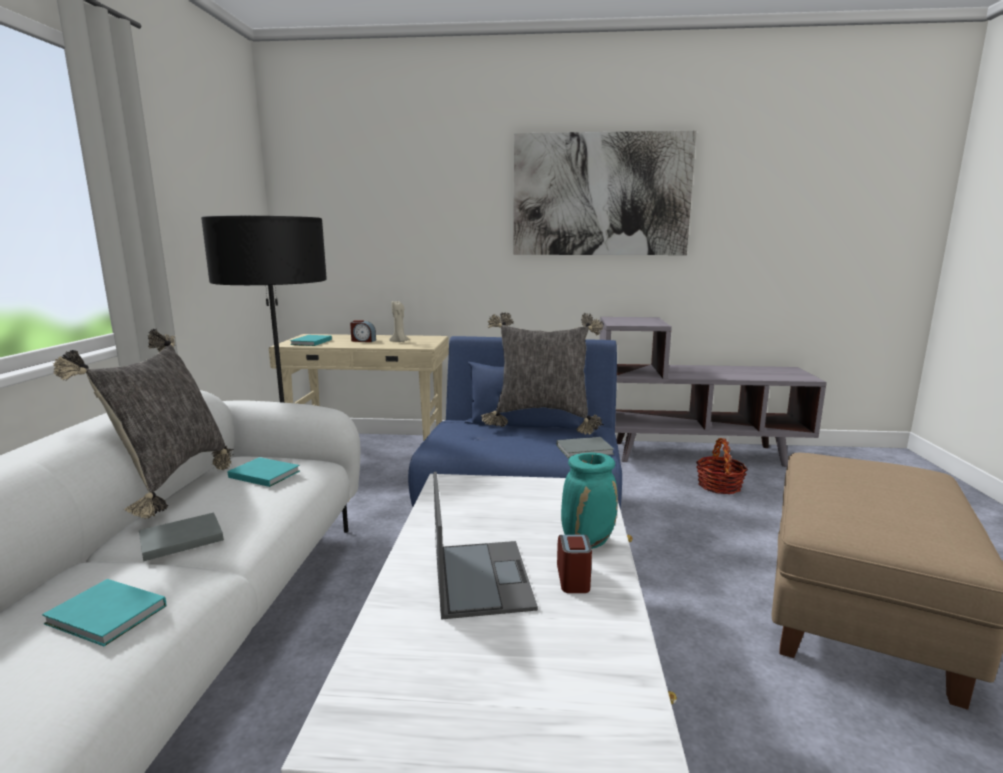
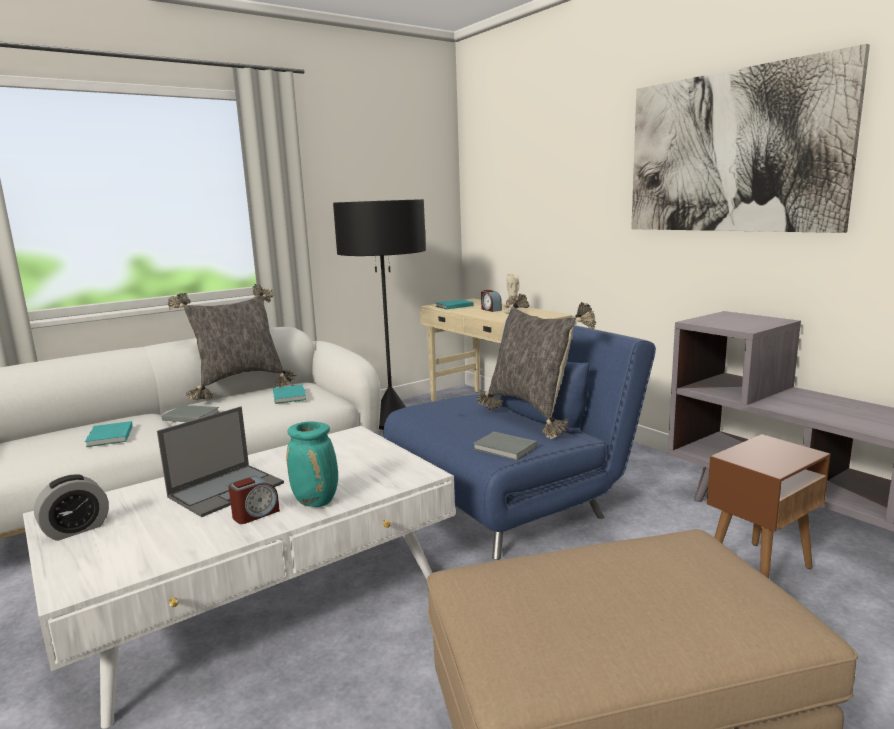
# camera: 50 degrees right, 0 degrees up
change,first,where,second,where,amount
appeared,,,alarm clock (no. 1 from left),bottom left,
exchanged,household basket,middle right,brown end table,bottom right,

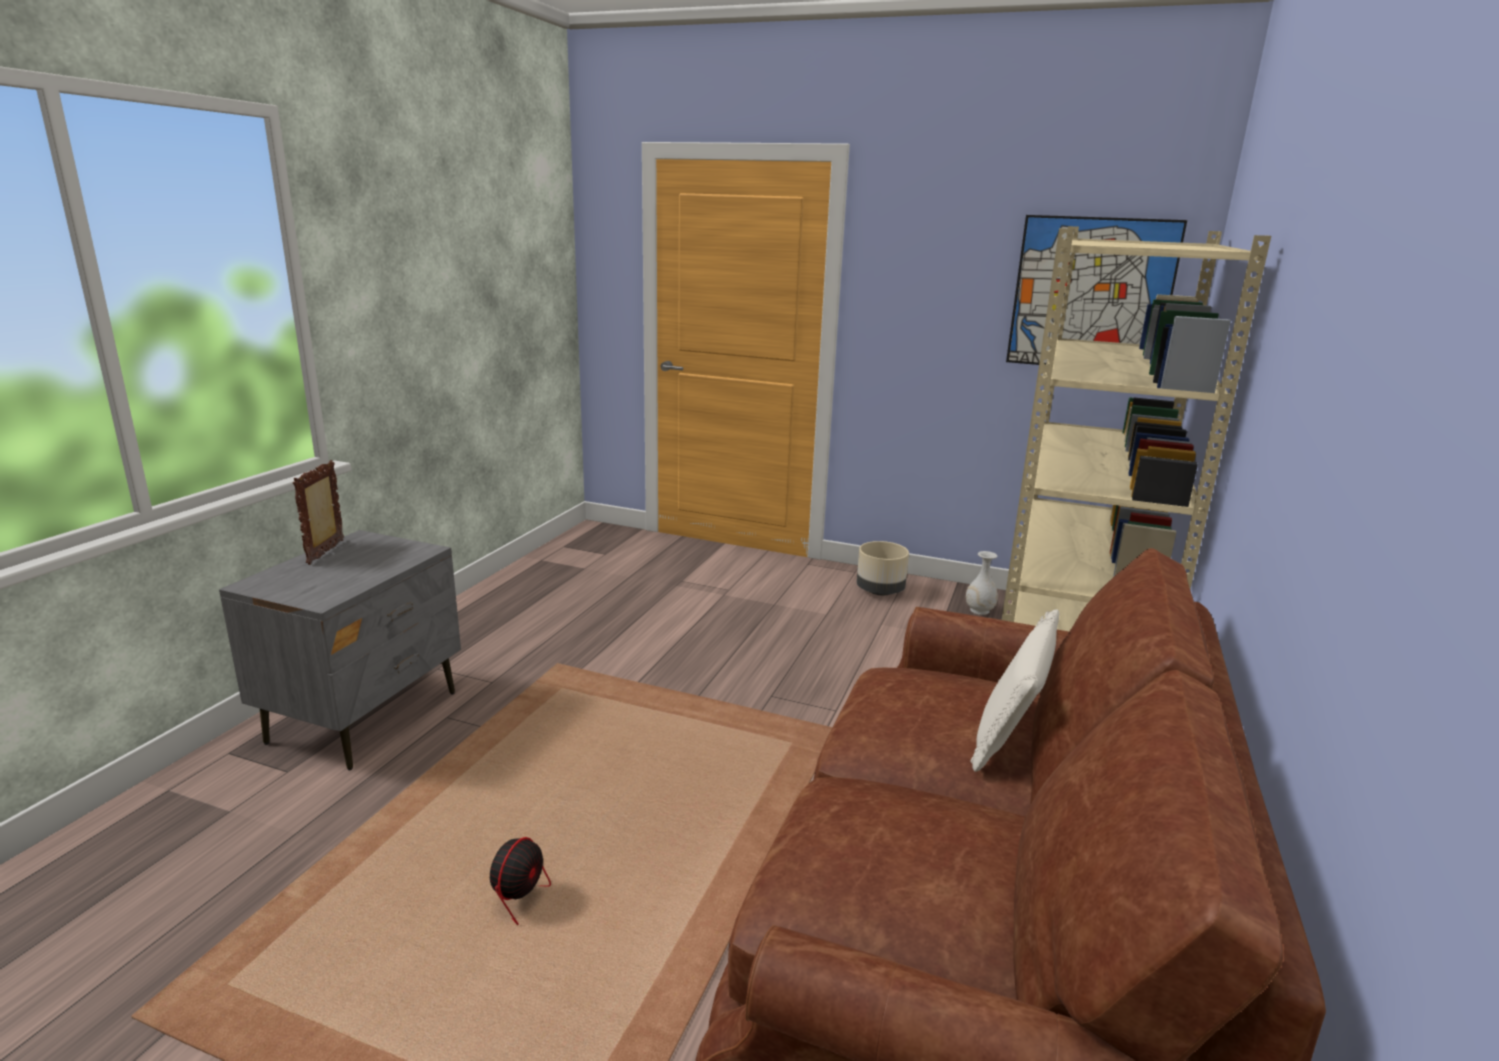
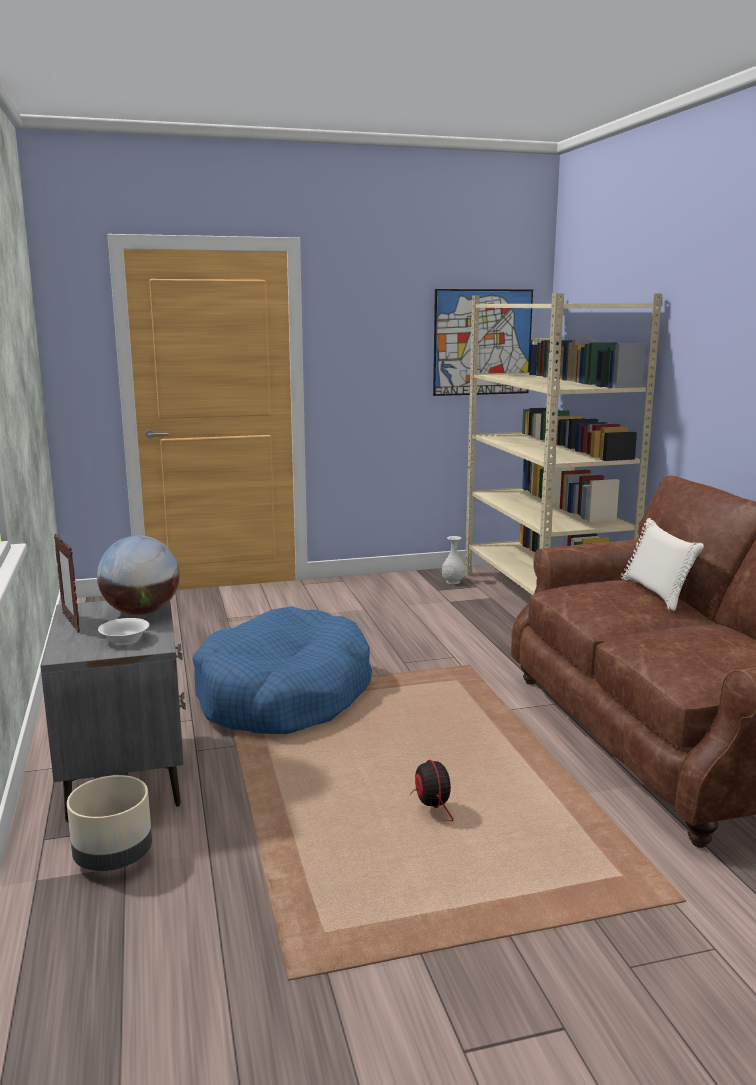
# camera: 35 degrees left, 5 degrees down
change,first,where,second,where,amount
relocated,beige-coloured flower pot,centre,,bottom left,
appeared,,,desk globe,middle left,
appeared,,,white serving bowl,middle left,
appeared,,,bluish dog cushion,centre,

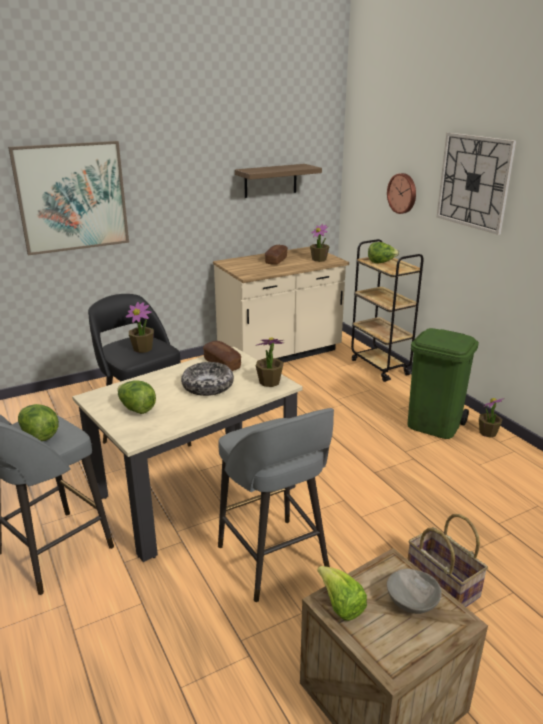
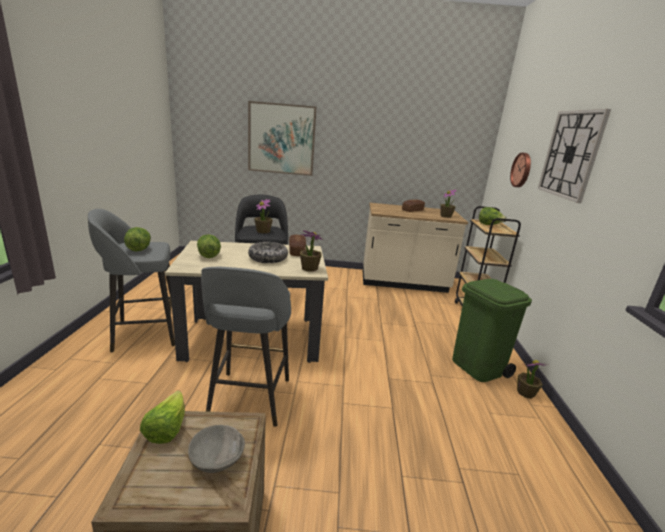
# camera: 30 degrees right, 5 degrees down
change,first,where,second,where,amount
missing,shelf,top centre,,,
missing,household basket,bottom right,,,

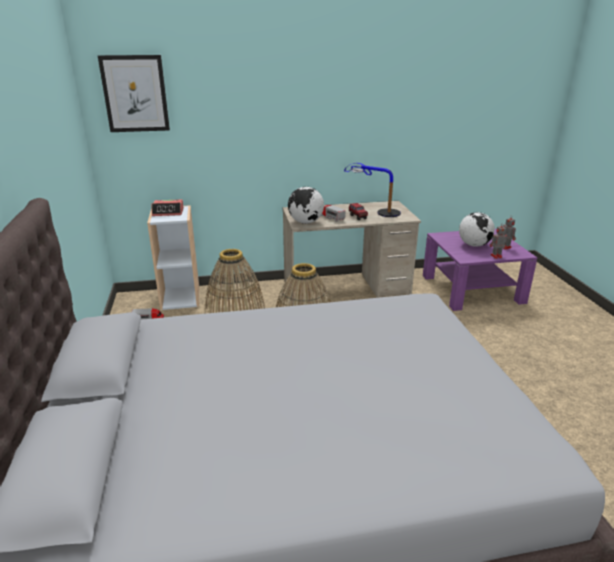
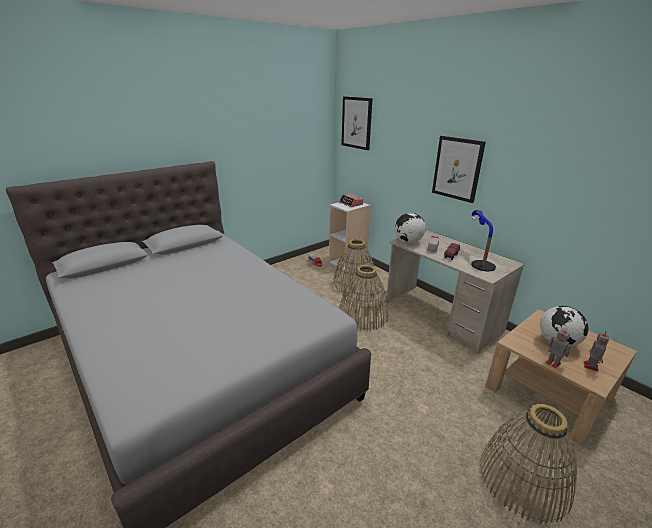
# camera: 60 degrees right, 0 degrees up
change,first,where,second,where,amount
appeared,,,wall art (no. 2 from left),top right,
appeared,,,household basket (no. 3 from left),bottom right,
colour,purple lounge table,middle right,brown lounge table,bottom right,

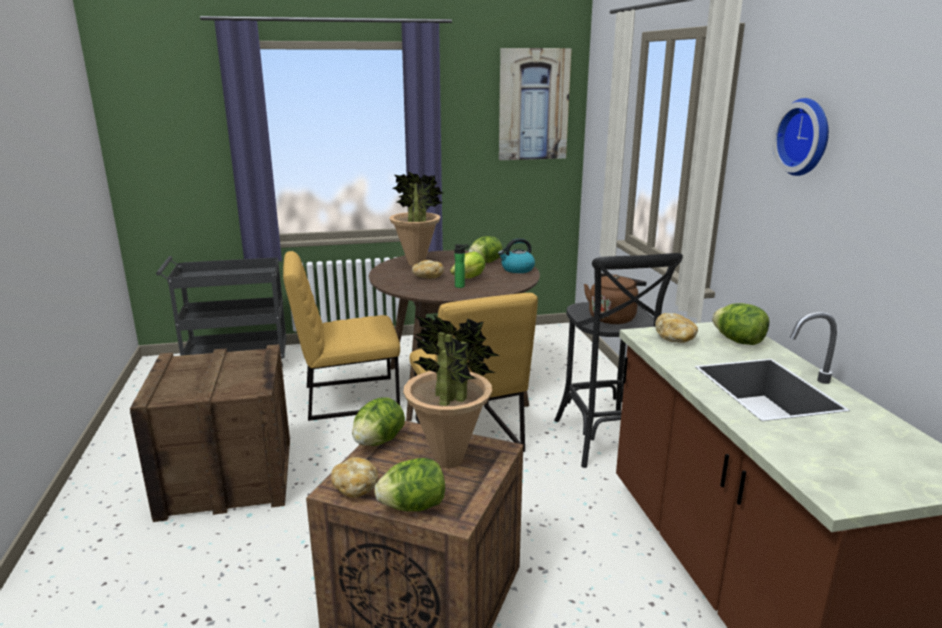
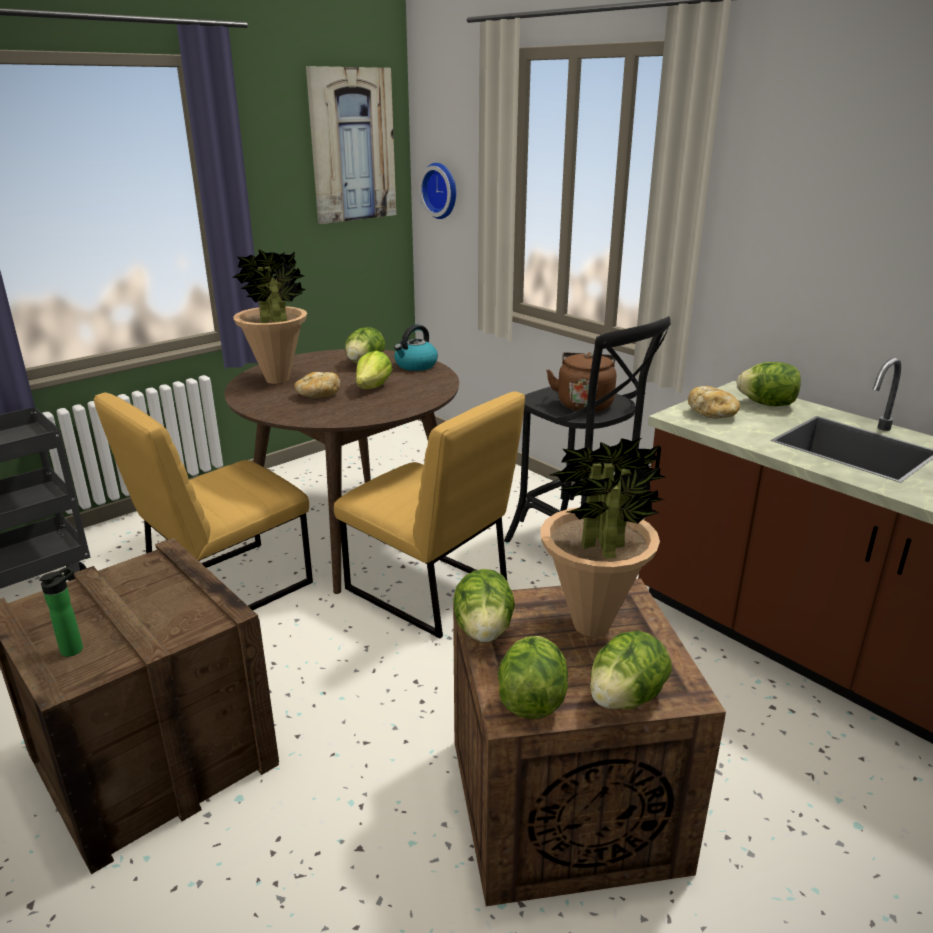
# camera: 30 degrees left, 5 degrees up
change,first,where,second,where,amount
relocated,drink bottle,centre,,middle left,
relocated,clock on the wall,top right,,top centre,
exchanged,baked bread (no. 1 from left),bottom centre,lettuce (no. 4 from left),bottom centre,

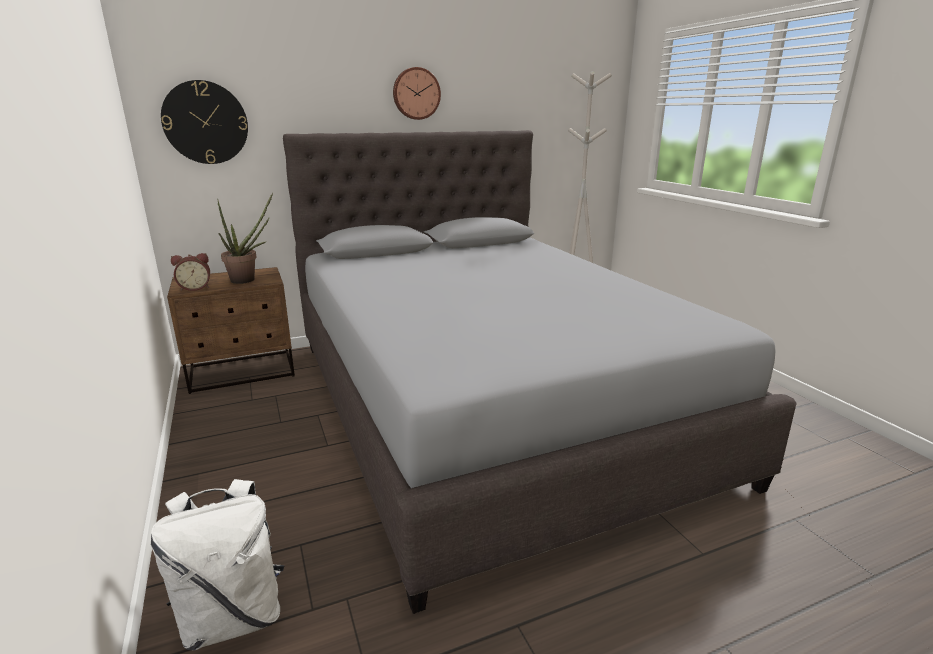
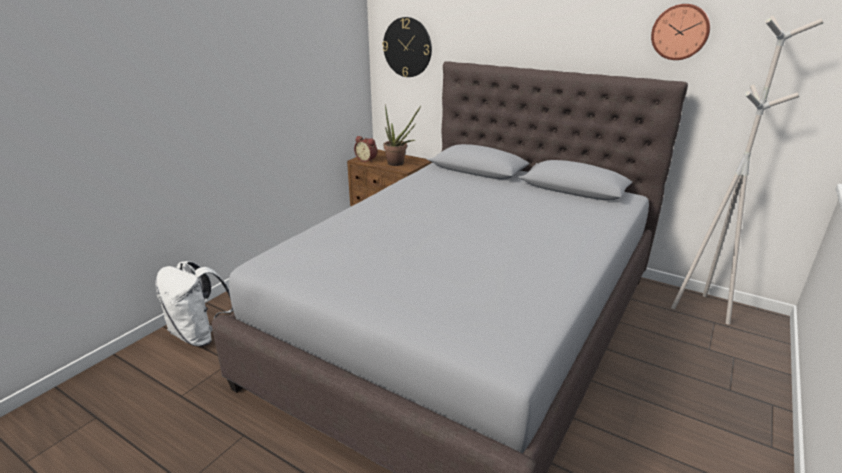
# camera: 55 degrees right, 5 degrees up
change,first,where,second,where,amount
relocated,clock on the wall (no. 2 from left),top centre,,top right,

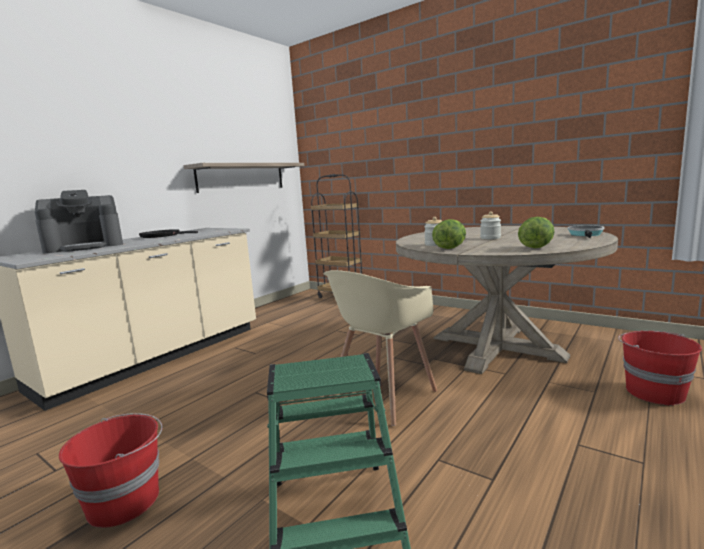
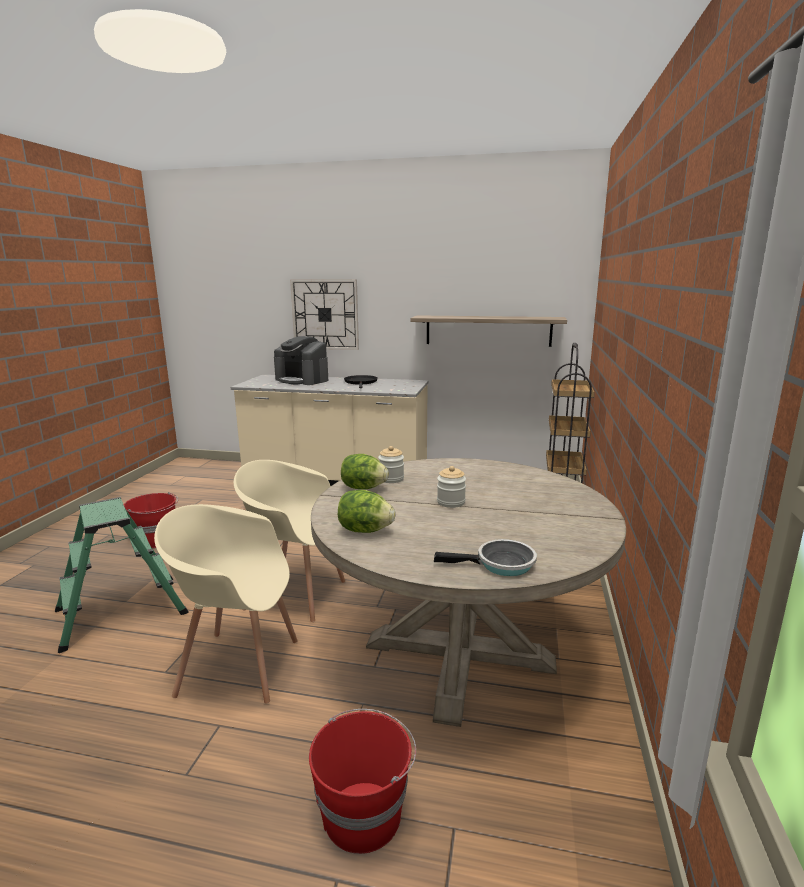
# camera: 65 degrees right, 5 degrees up
change,first,where,second,where,amount
appeared,,,beige-coloured upright chair (no. 1 from left),bottom left,
appeared,,,clock on the wall,centre,

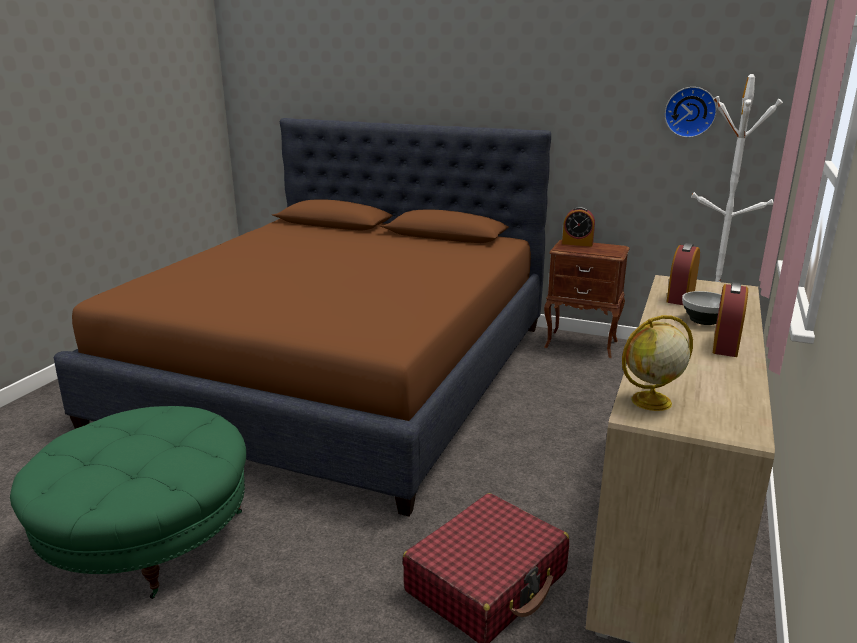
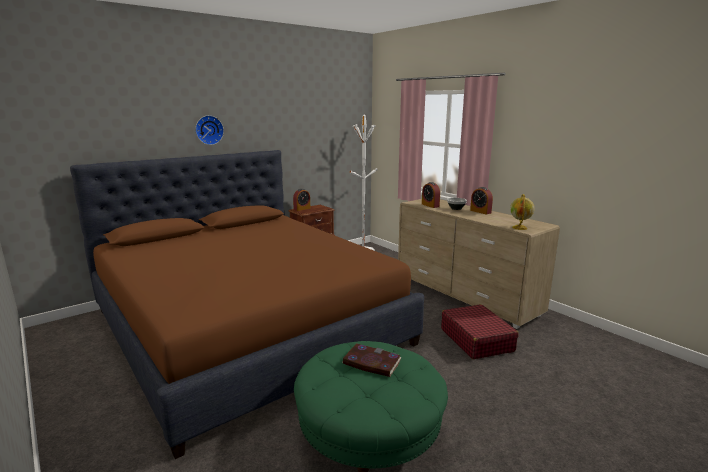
# camera: 60 degrees left, 5 degrees down
change,first,where,second,where,amount
relocated,clock on the wall,top right,,top left,
appeared,,,bound book,bottom centre,

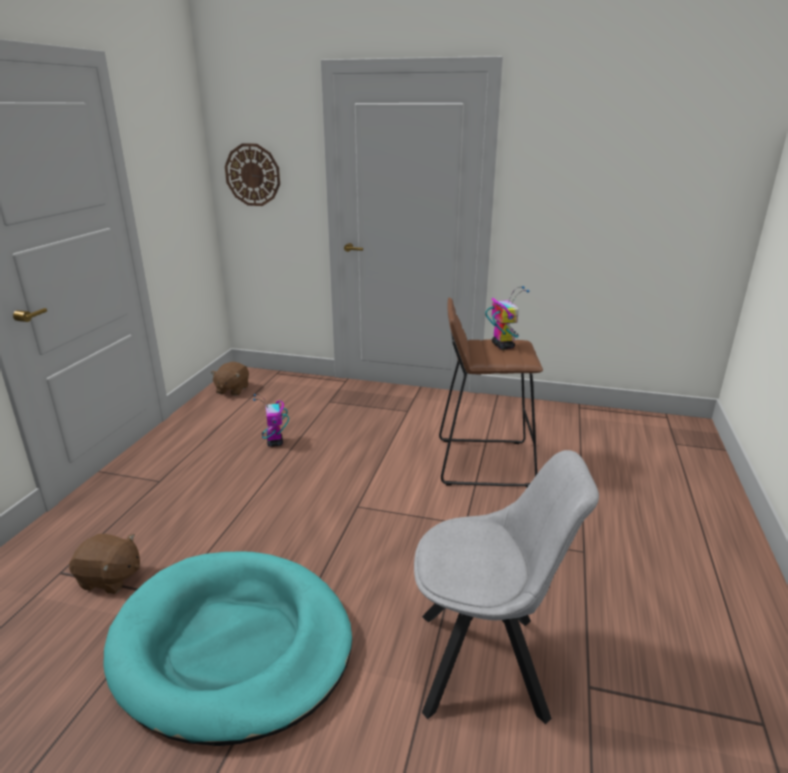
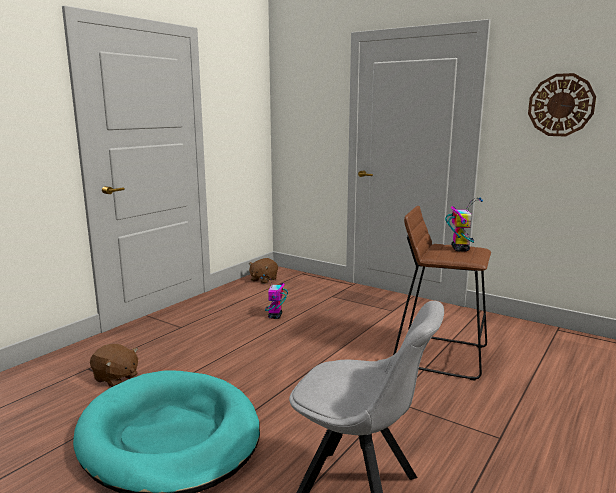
# camera: 20 degrees right, 10 degrees down
change,first,where,second,where,amount
relocated,clock on the wall,top left,,top right,

